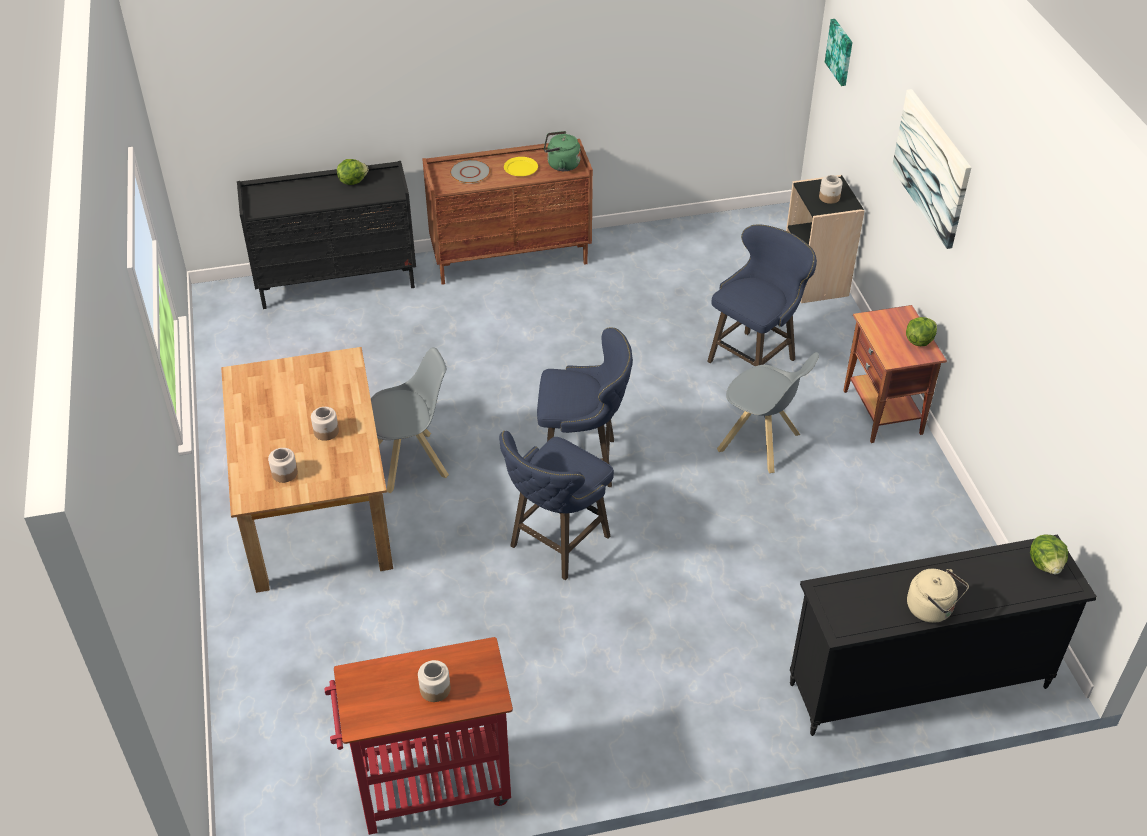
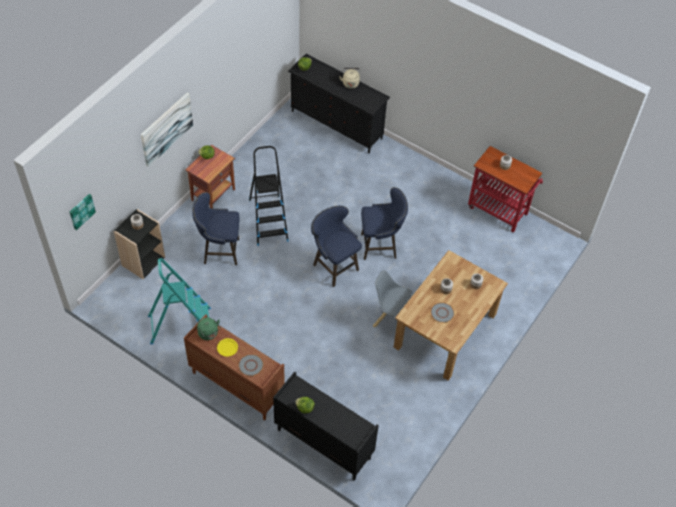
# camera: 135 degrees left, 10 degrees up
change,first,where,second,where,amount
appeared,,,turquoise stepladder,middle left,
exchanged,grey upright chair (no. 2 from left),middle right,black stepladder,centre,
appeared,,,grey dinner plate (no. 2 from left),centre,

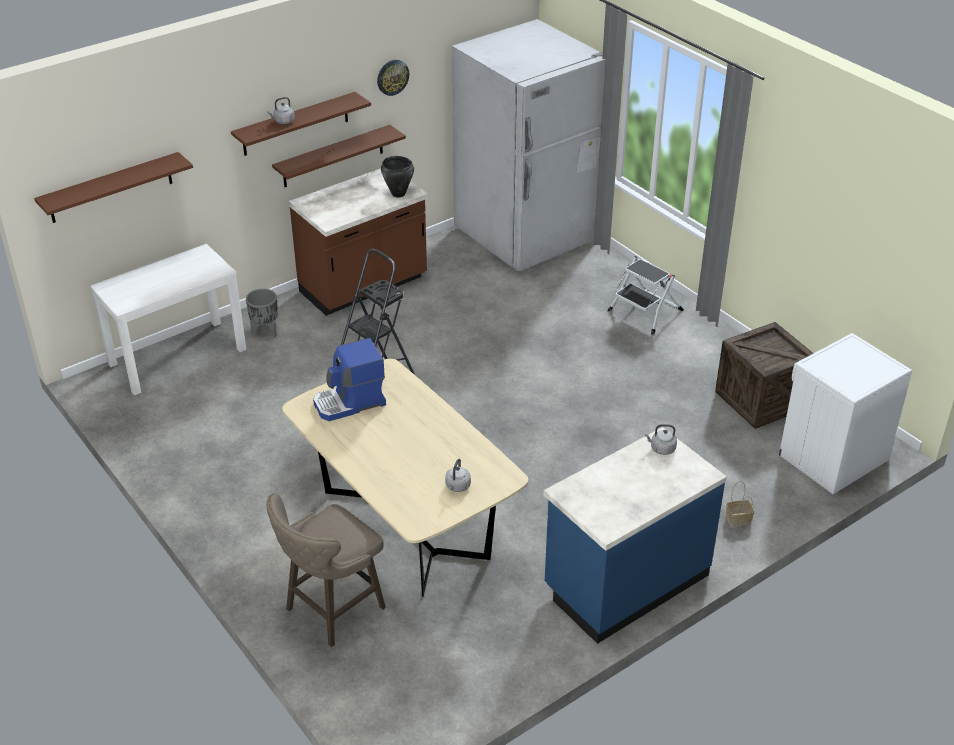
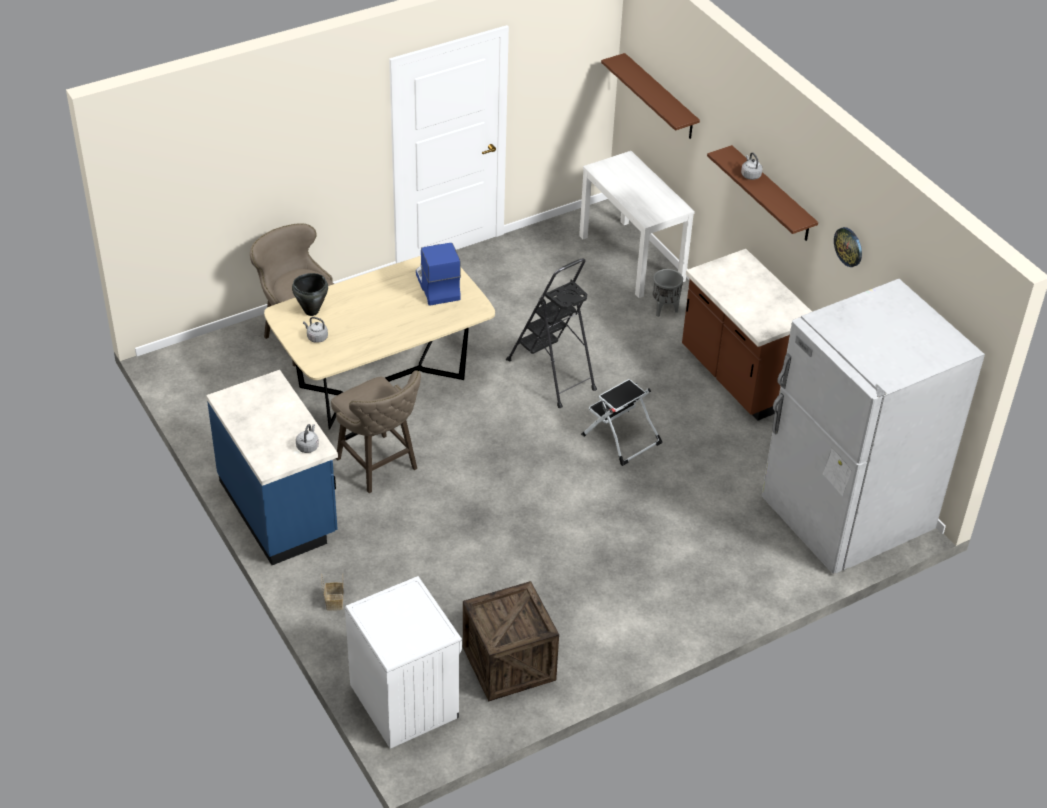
# camera: 95 degrees right, 5 degrees up
change,first,where,second,where,amount
relocated,black saucepot,top centre,,middle left,
appeared,,,beige-coloured sitting stool (no. 2 from left),centre,
relocated,stepladder (no. 2 from left),middle right,,centre,
missing,brown shelf (no. 3 from left),top centre,,,

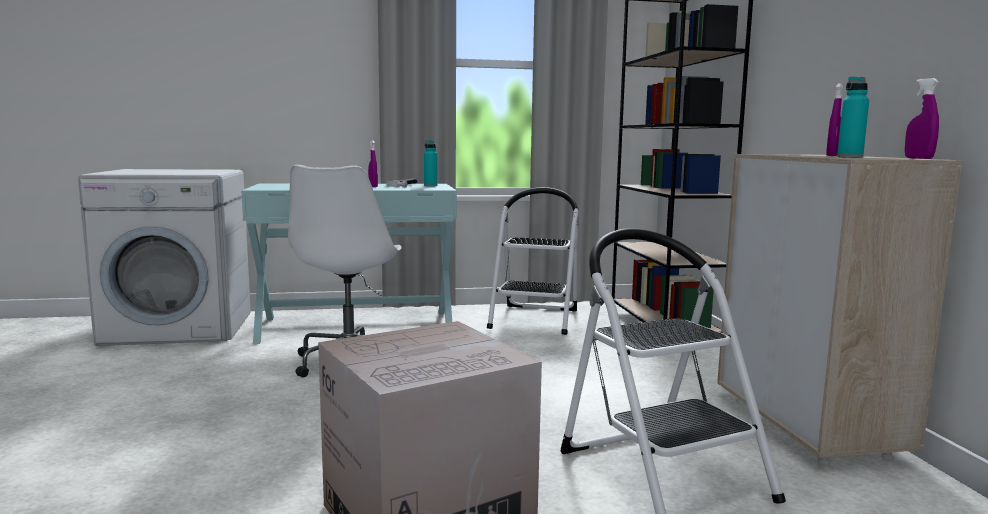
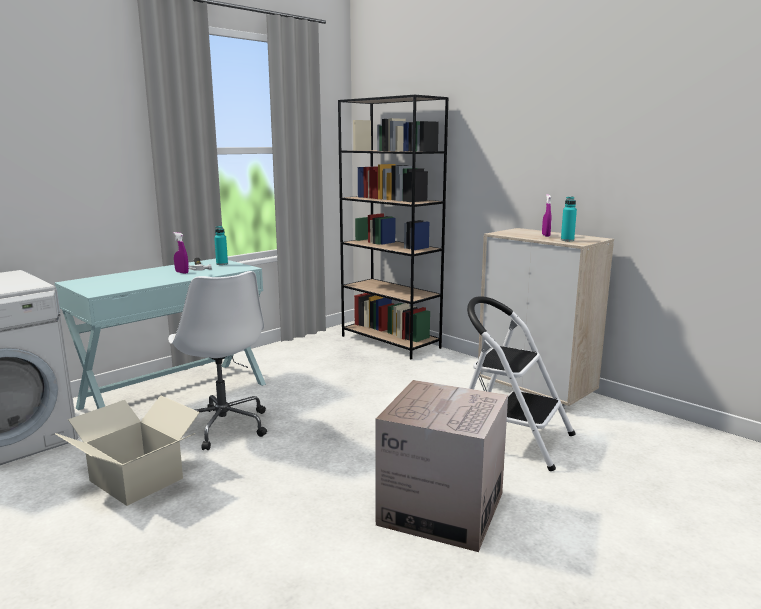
# camera: 35 degrees left, 5 degrees up
change,first,where,second,where,amount
appeared,,,cardboard box (no. 1 from left),bottom left,
missing,stepladder (no. 1 from left),centre,,,
missing,purple hand sprayer (no. 3 from left),top right,,,

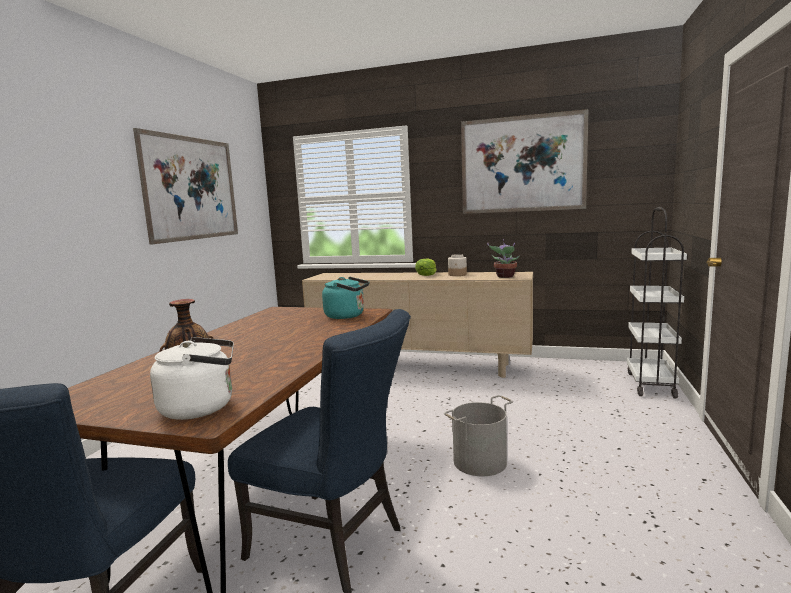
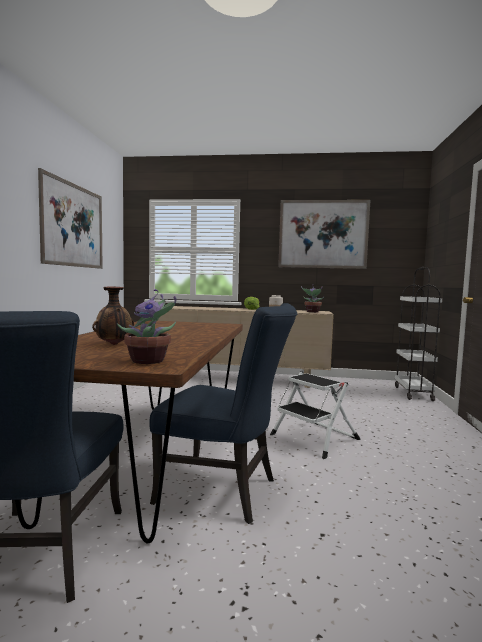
# camera: 10 degrees left, 5 degrees down
change,first,where,second,where,amount
exchanged,white tea kettle,middle left,houseplant (no. 1 from left),middle left,
exchanged,grey water bucket,bottom centre,stepladder,centre,
missing,turquoise tea kettle,centre,,,

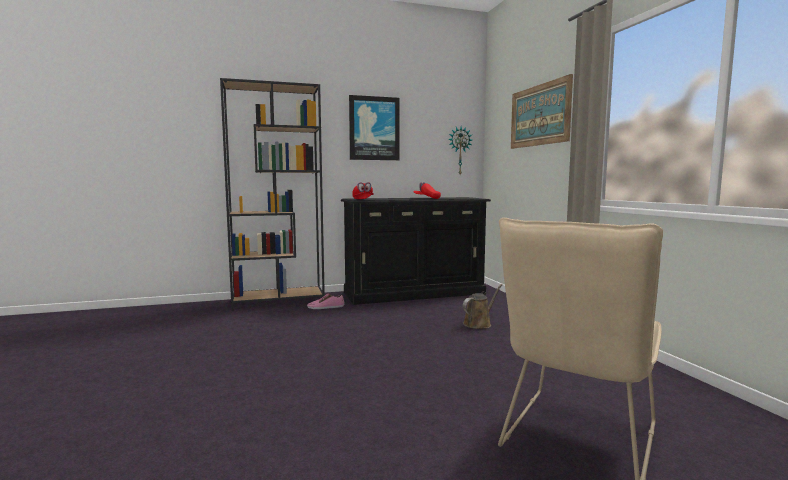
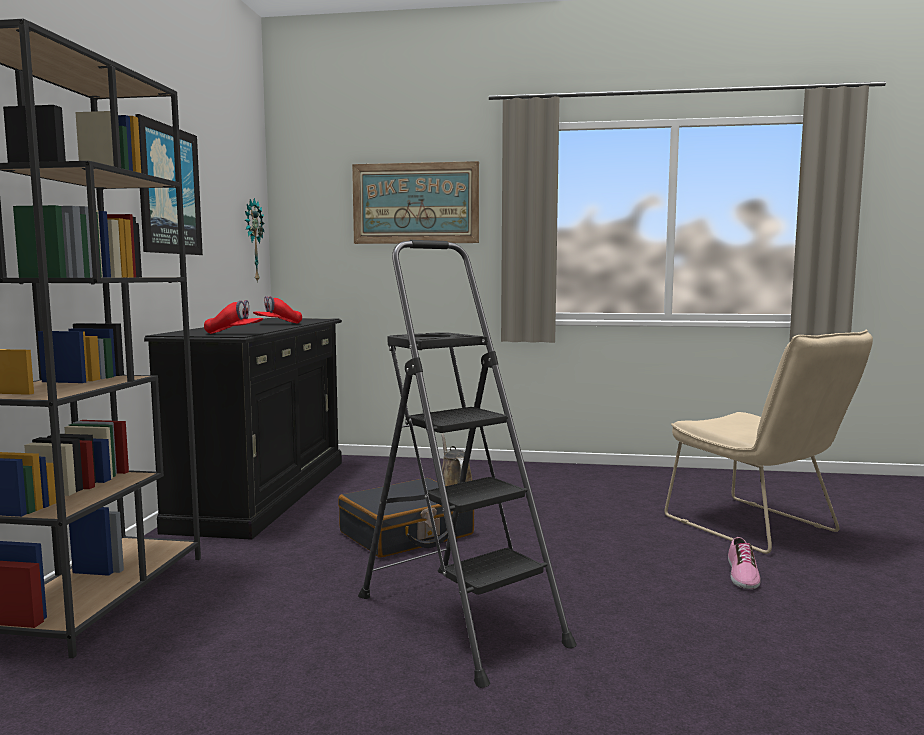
# camera: 65 degrees left, 0 degrees up
change,first,where,second,where,amount
appeared,,,black travel case,bottom centre,
appeared,,,stepladder,centre,
relocated,low shoe,centre,,bottom right,

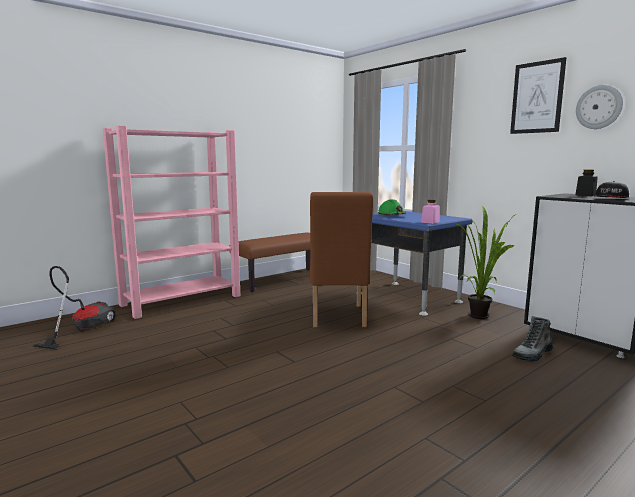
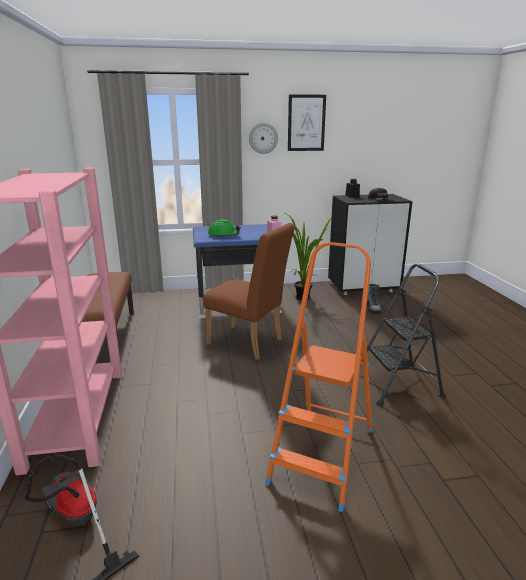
# camera: 60 degrees left, 10 degrees up
change,first,where,second,where,amount
relocated,clock on the wall,top right,,top centre,
appeared,,,orangey stepladder,centre,
appeared,,,black stepladder,middle right,

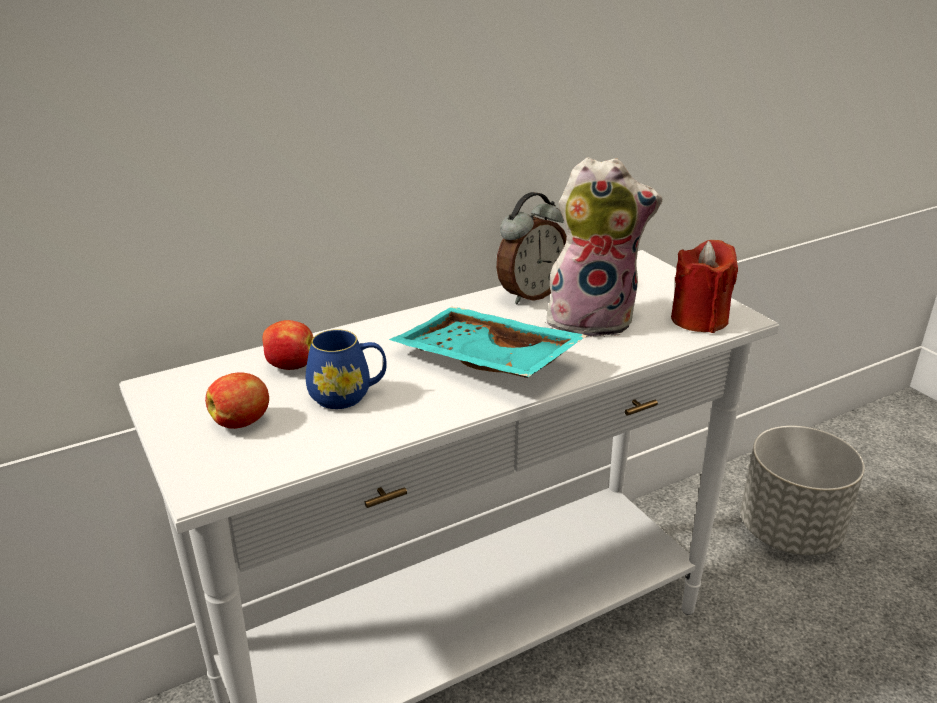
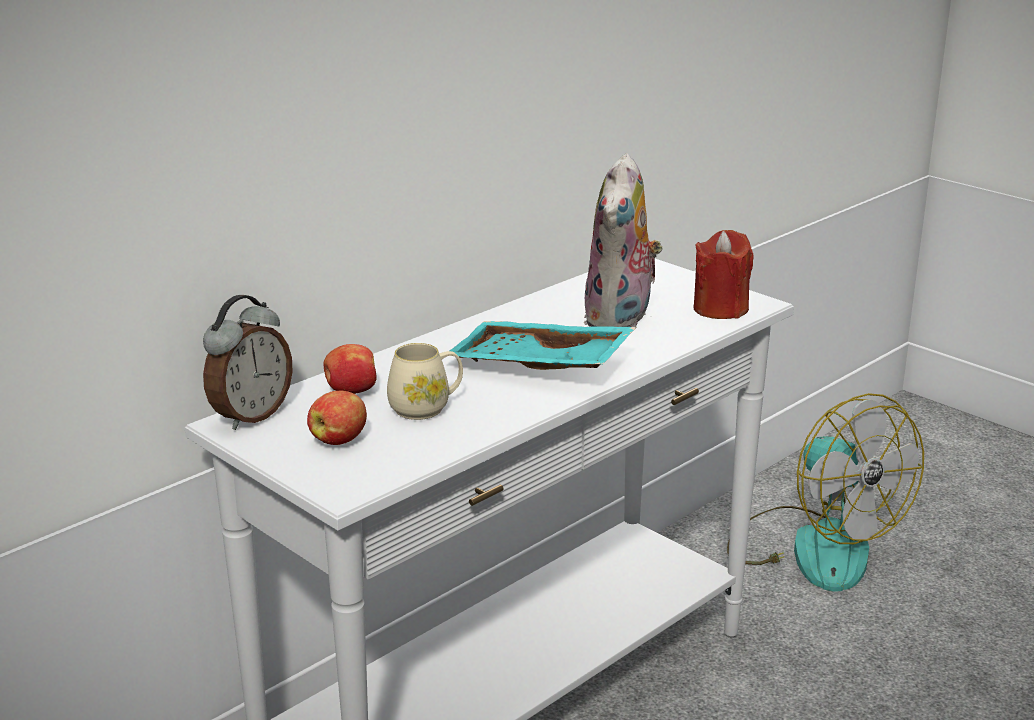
# camera: 15 degrees left, 5 degrees down
change,first,where,second,where,amount
relocated,alarm clock,centre,,middle left,
colour,bluish mug,centre,beige-coloured mug,centre,
spun,soft toy,centre,,centre,120 degrees clockwise
exchanged,grey flower pot,bottom right,fan,bottom right,

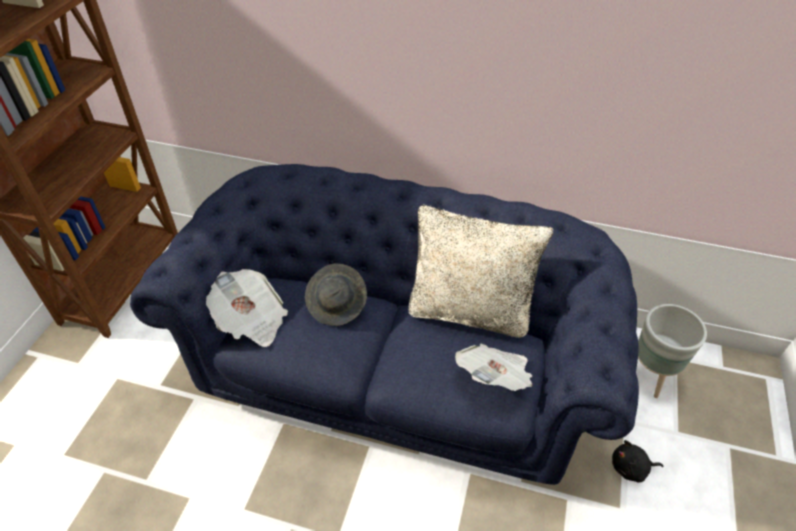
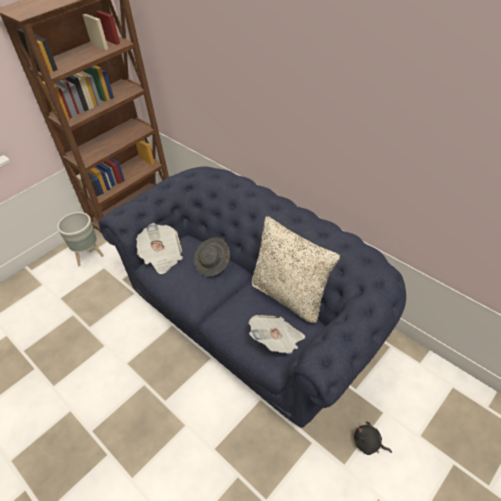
# camera: 30 degrees right, 0 degrees up
change,first,where,second,where,amount
relocated,grey flower pot,middle right,,middle left,

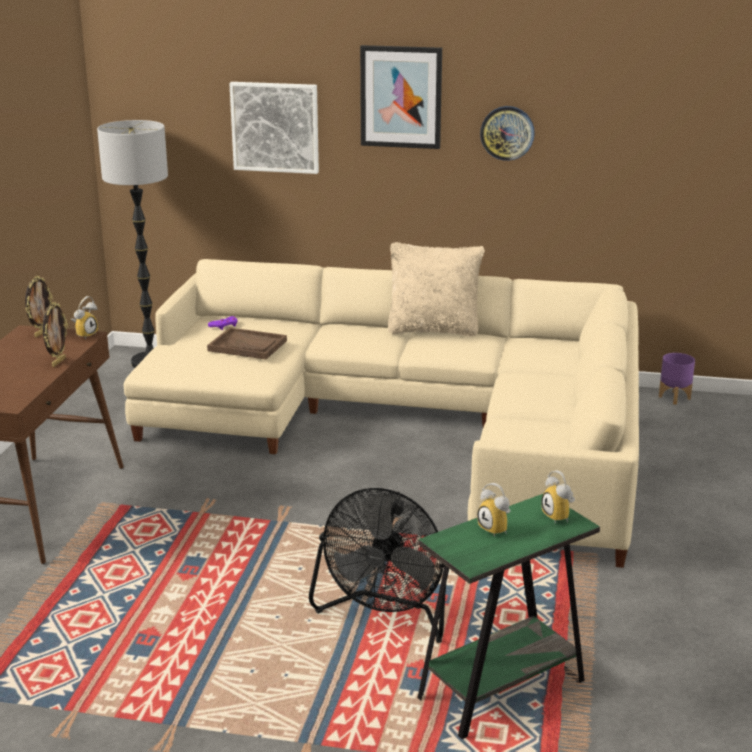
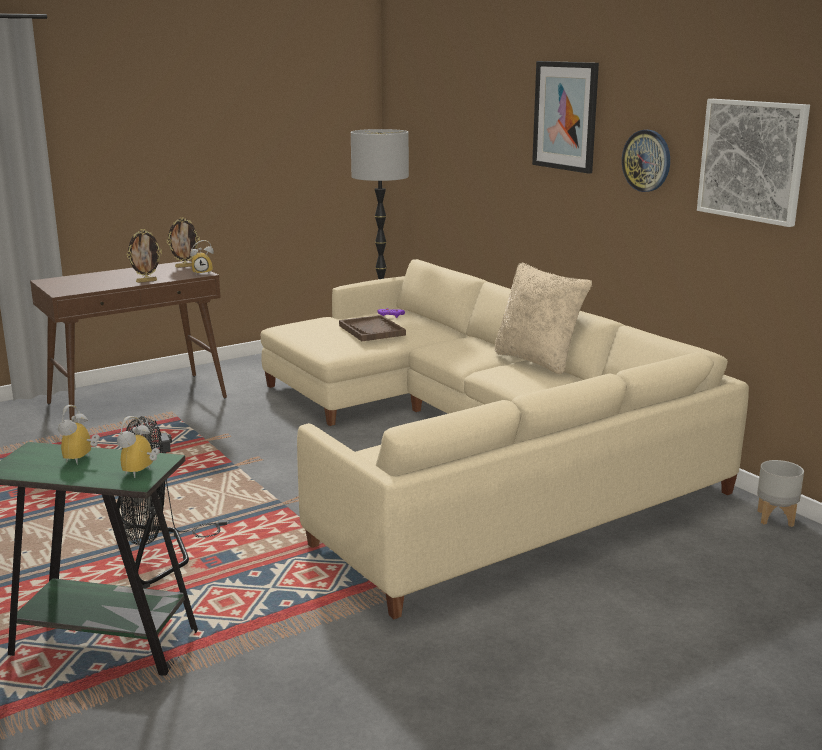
# camera: 45 degrees right, 5 degrees down
change,first,where,second,where,amount
relocated,wall art (no. 1 from left in the first image),top centre,wall art (no. 2 from left),top right,
colour,purple flower pot,middle right,grey flower pot,middle right,

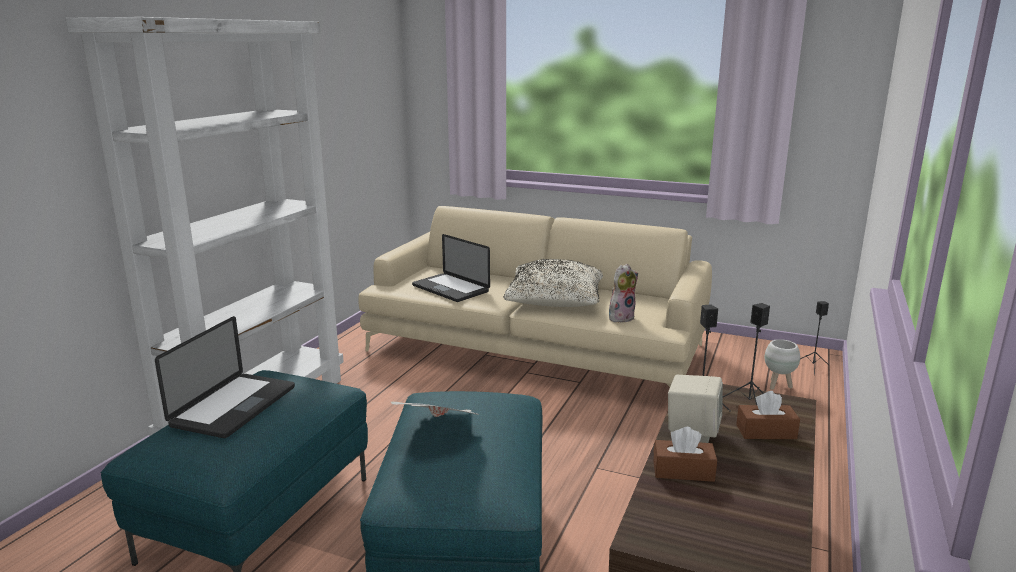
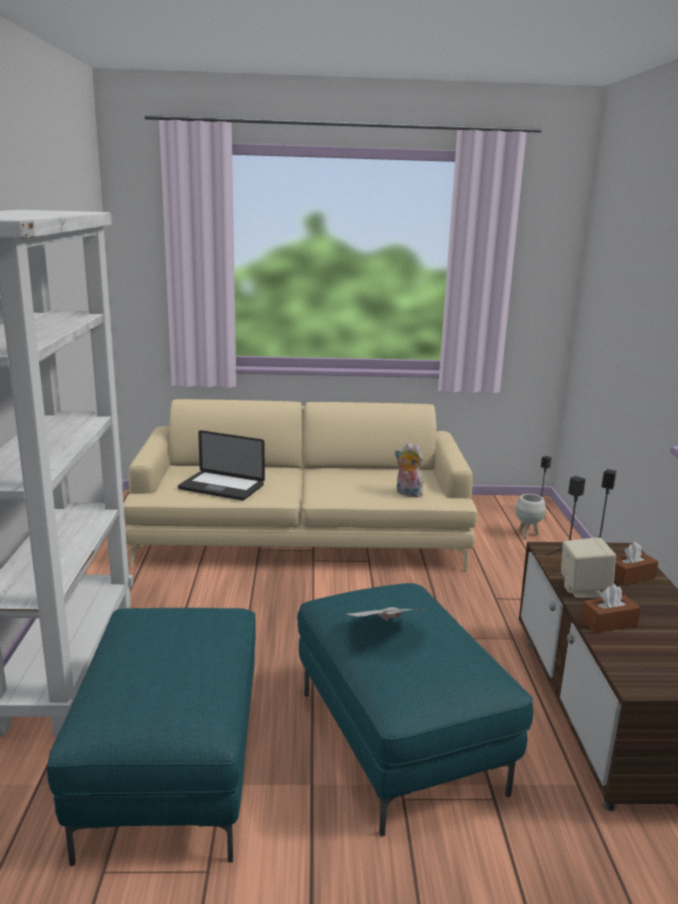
# camera: 25 degrees left, 0 degrees up
change,first,where,second,where,amount
spun,soft toy,centre,,centre,90 degrees counterclockwise
missing,portable computer (no. 1 from left),middle left,,,
missing,beige-coloured cushion,centre,,,

